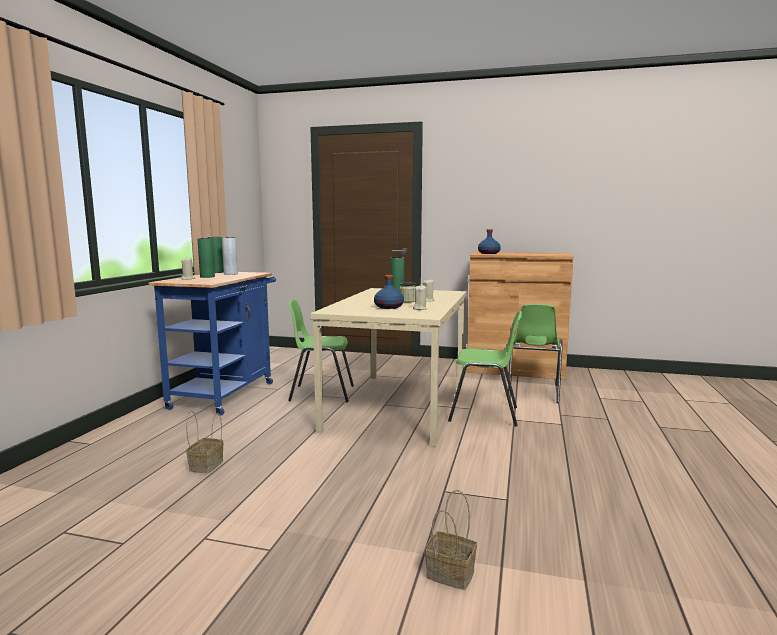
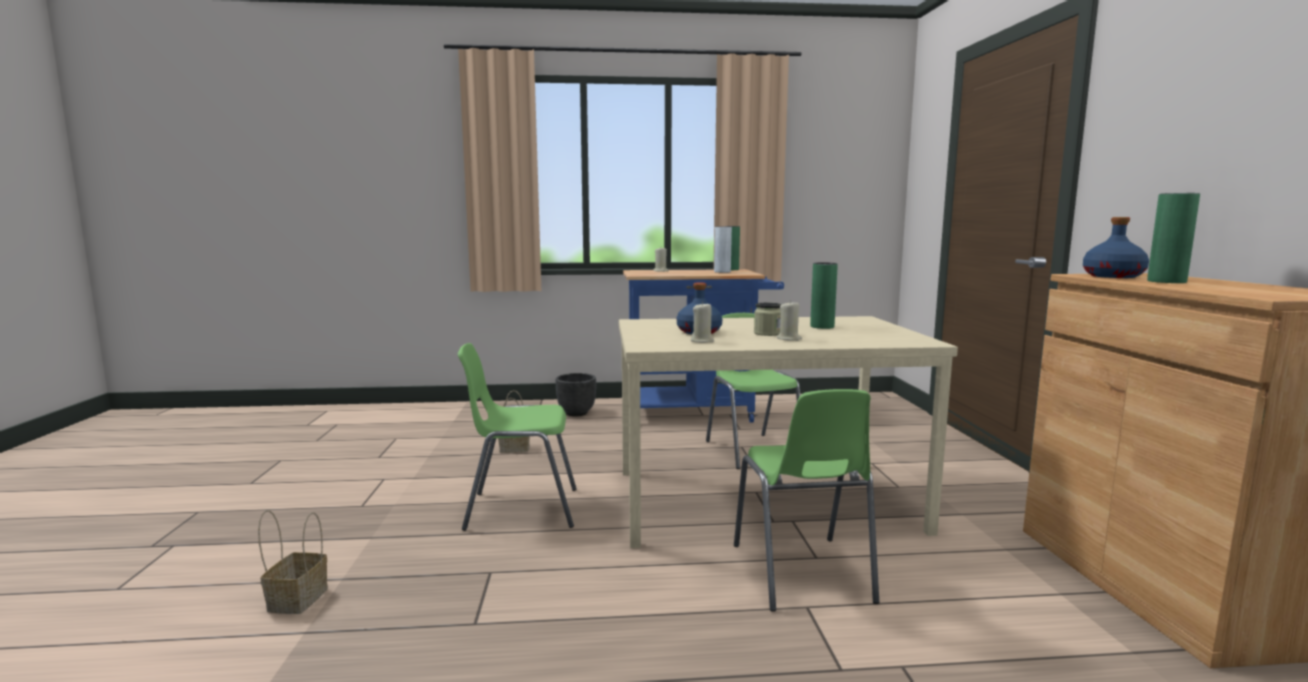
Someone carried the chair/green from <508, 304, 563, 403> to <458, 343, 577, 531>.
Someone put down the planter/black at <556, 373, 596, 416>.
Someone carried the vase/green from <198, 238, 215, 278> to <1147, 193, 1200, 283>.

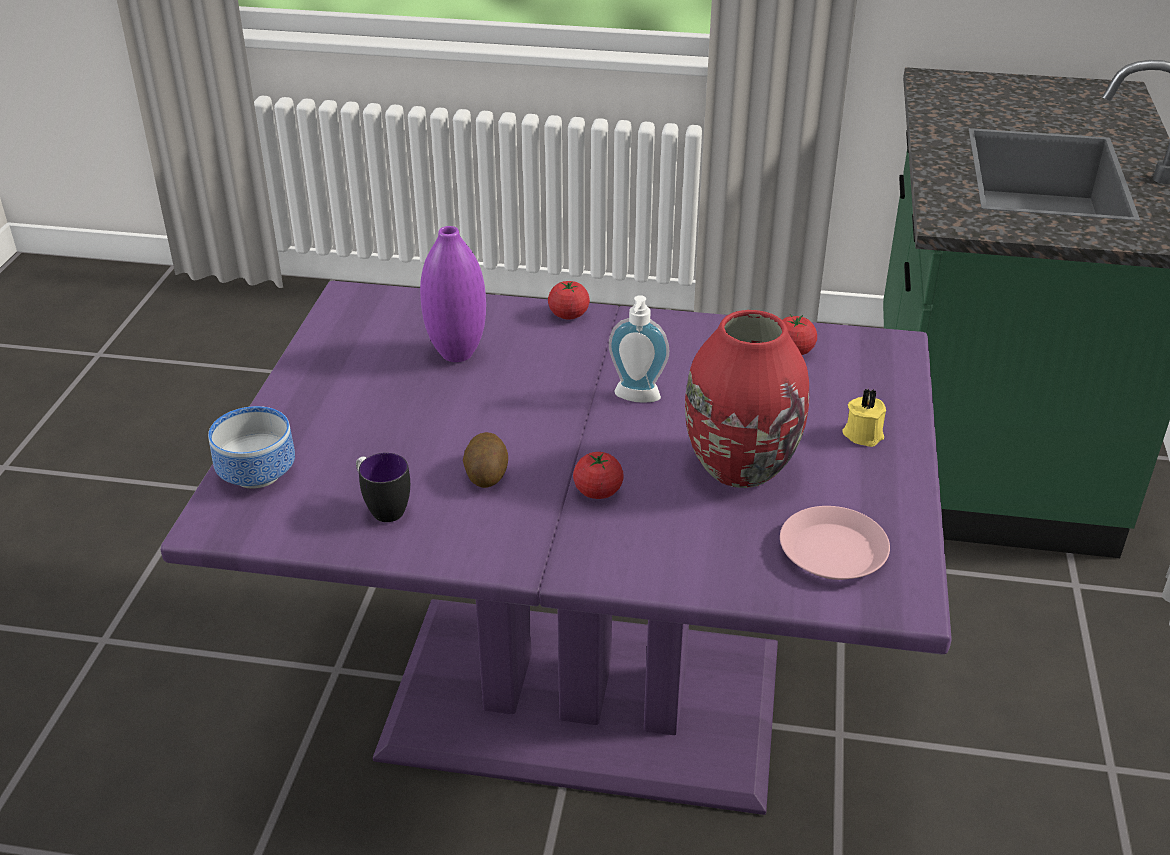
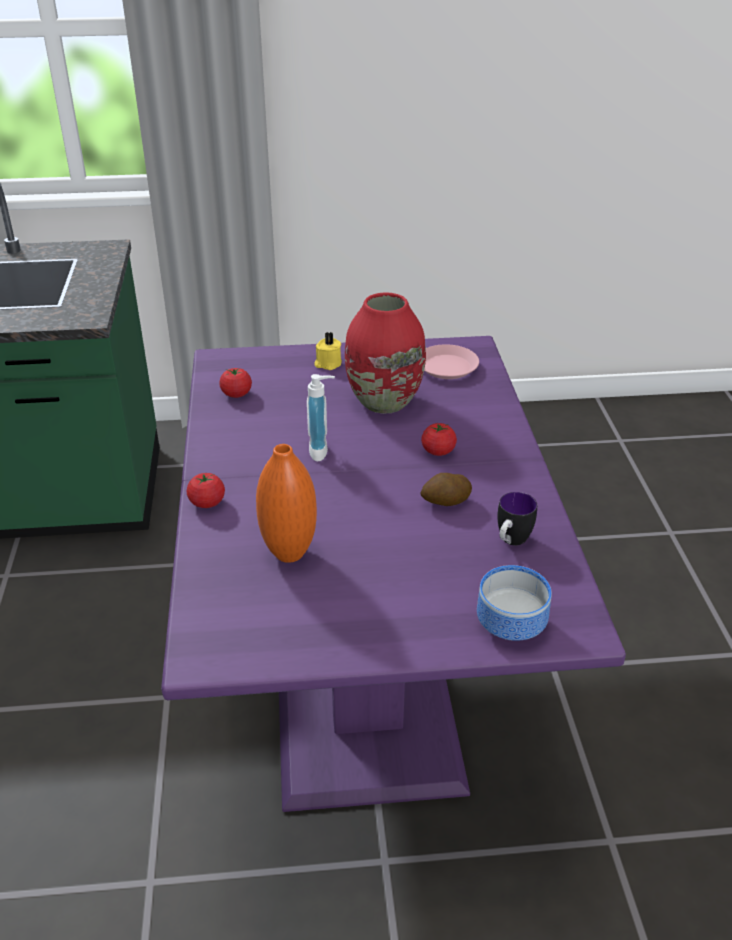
Someone repainted the vase/purple at <420, 226, 486, 362>, which became the vase/orange at <256, 444, 317, 563>.

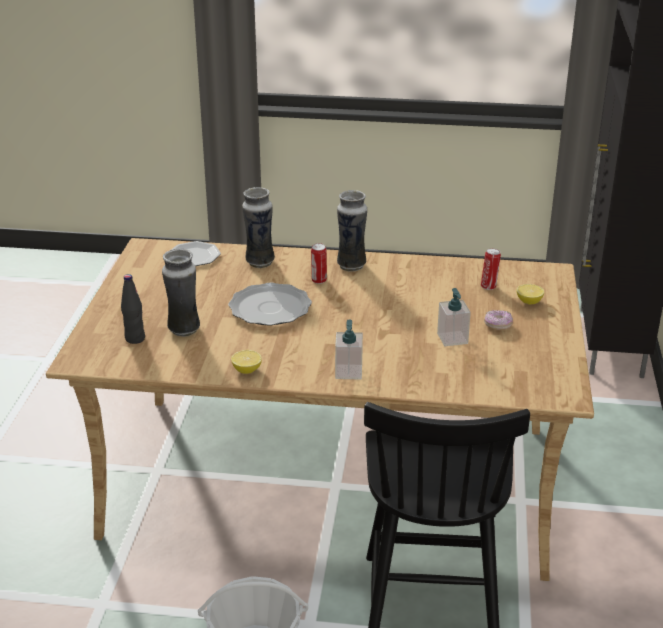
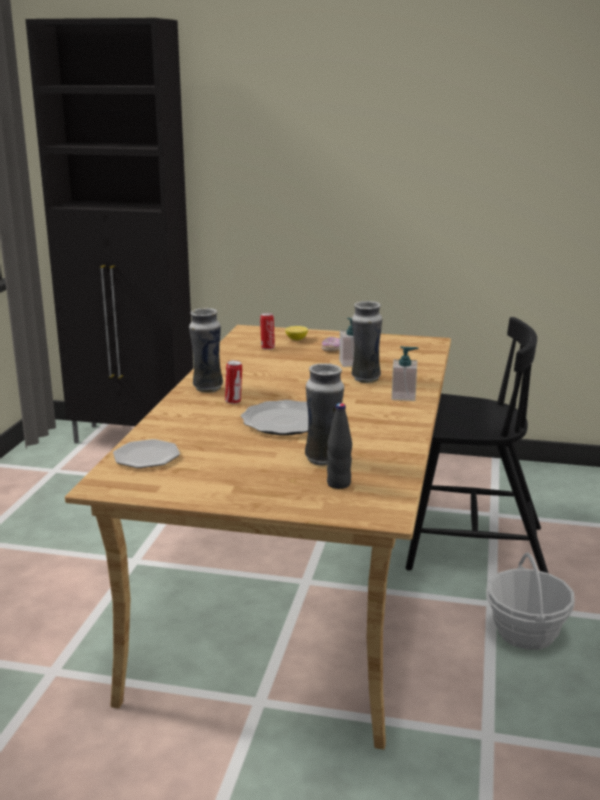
Someone carried the vase from <242, 187, 275, 268> to <352, 301, 382, 383>.
Someone took away the lemon at <231, 350, 262, 374>.

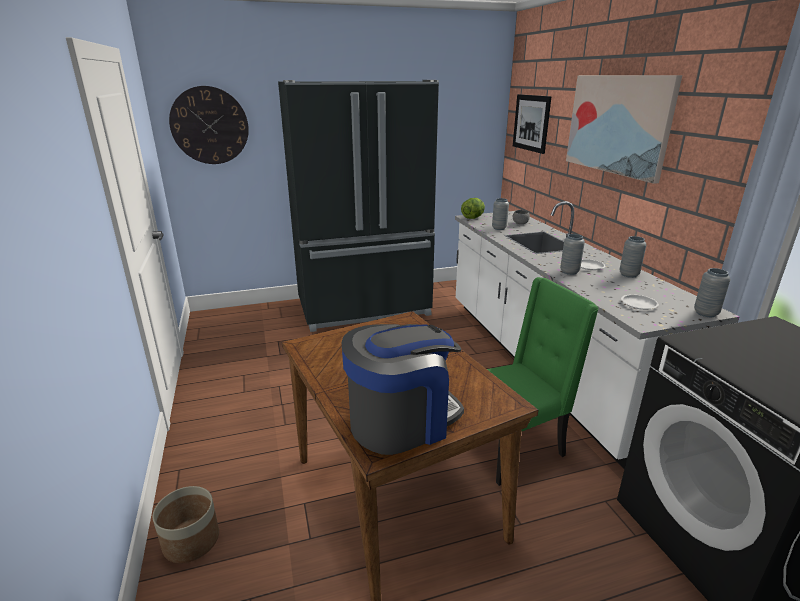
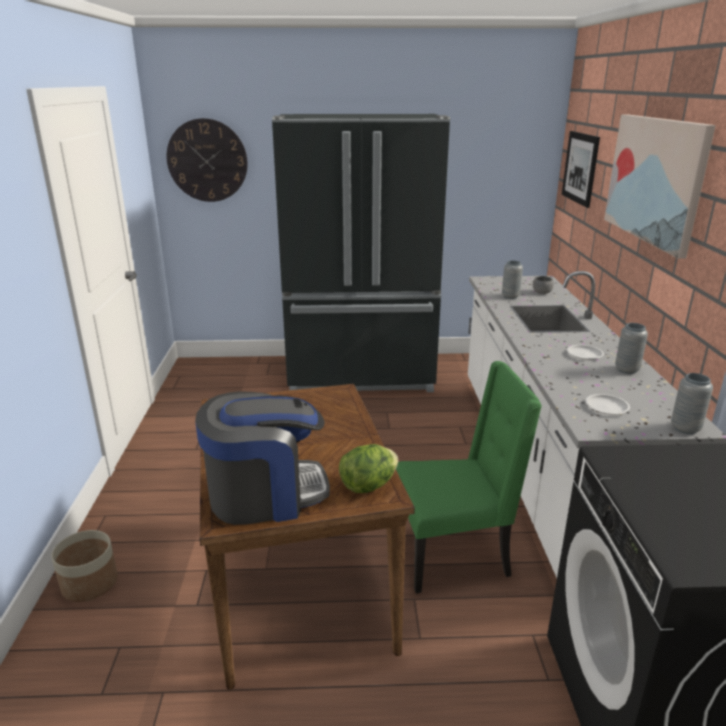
Someone carried the lettuce from <461, 198, 485, 219> to <339, 444, 398, 493>.
Someone took away the vase/grey at <560, 234, 585, 275>.

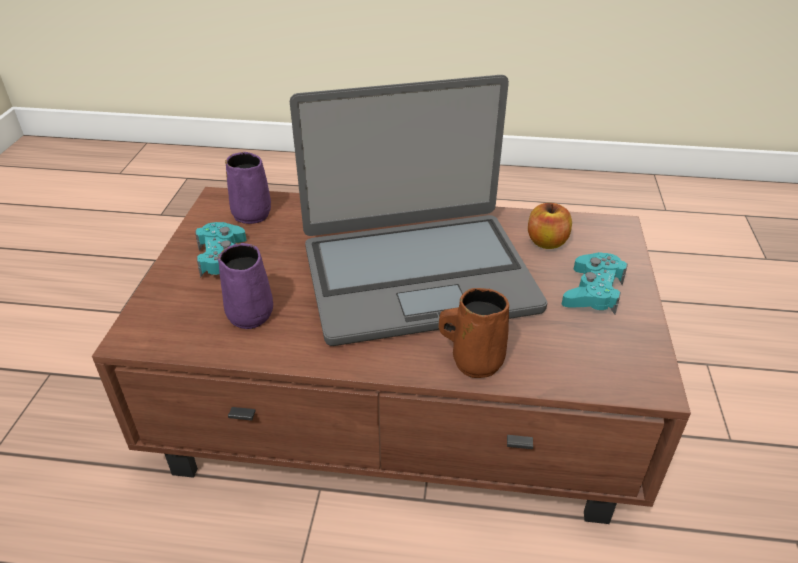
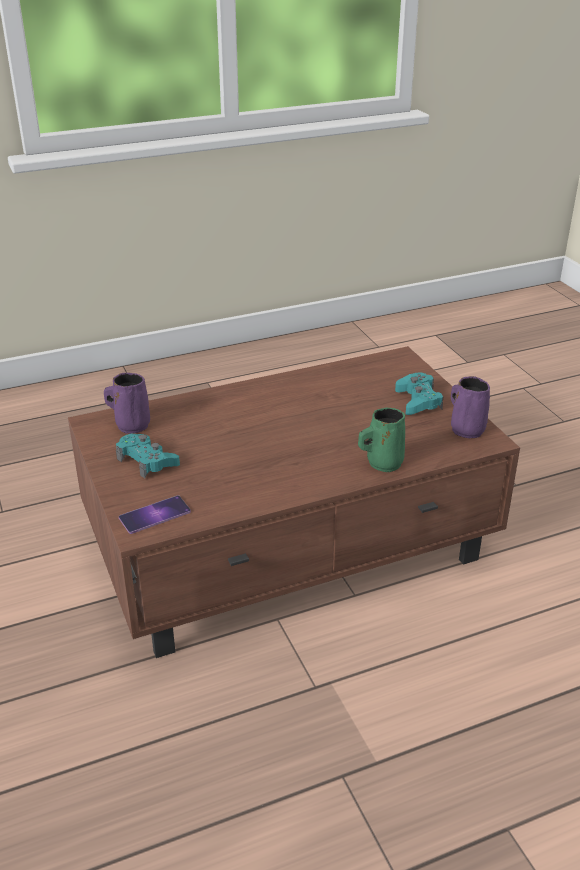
Someone put down the phone at <119, 495, 191, 534>.
Someone repainted the mug/brown at <439, 288, 509, 378>, which became the mug/green at <358, 408, 405, 472>.
Someone carried the mug/purple from <218, 243, 273, 329> to <451, 376, 490, 438>.
Someone took away the laptop at <290, 75, 547, 346>.
Someone took away the apple at <528, 203, 572, 249>.

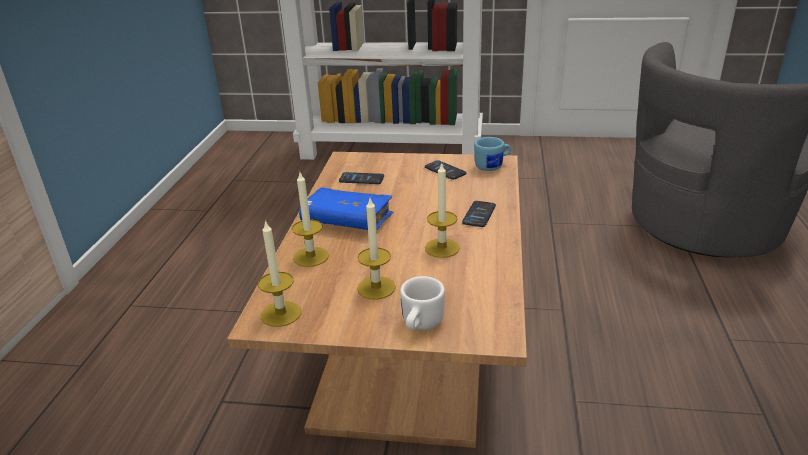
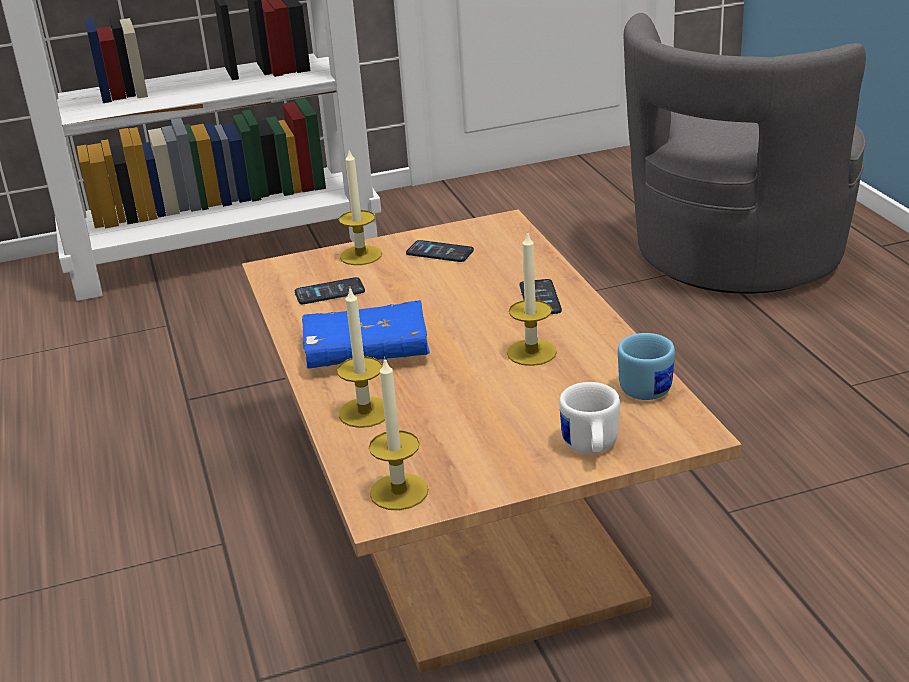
Someone carried the candle from <357, 198, 396, 300> to <339, 150, 382, 265>.
Someone carried the mug/blue from <474, 137, 511, 171> to <618, 333, 675, 400>.

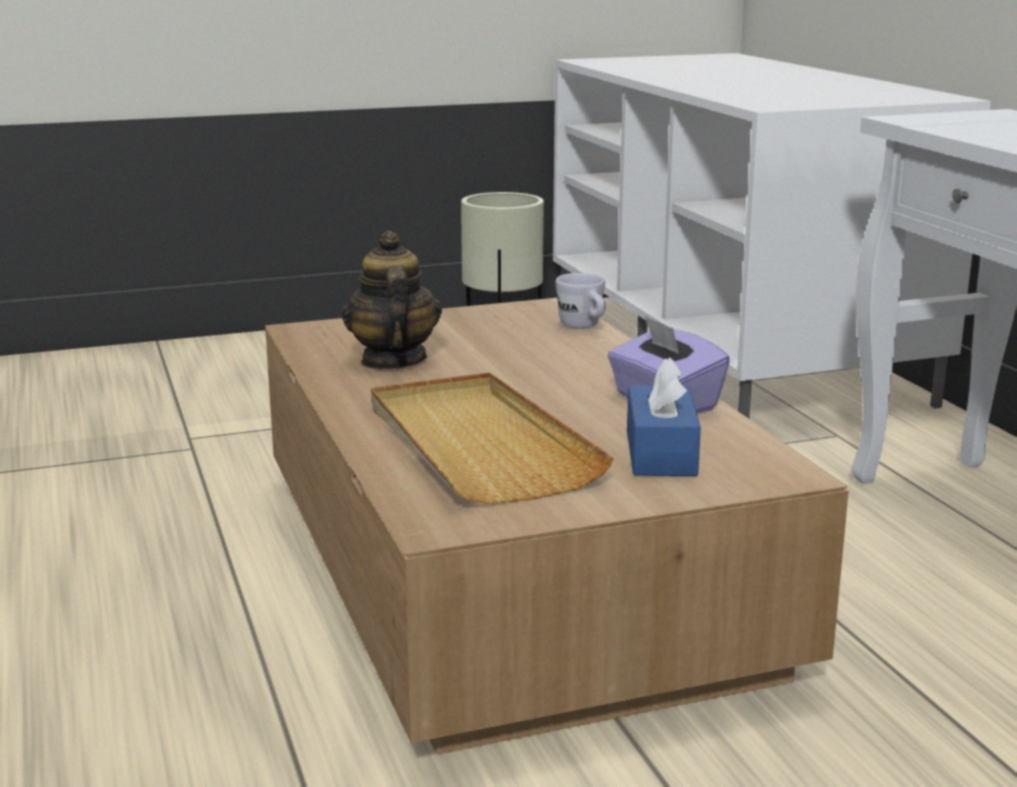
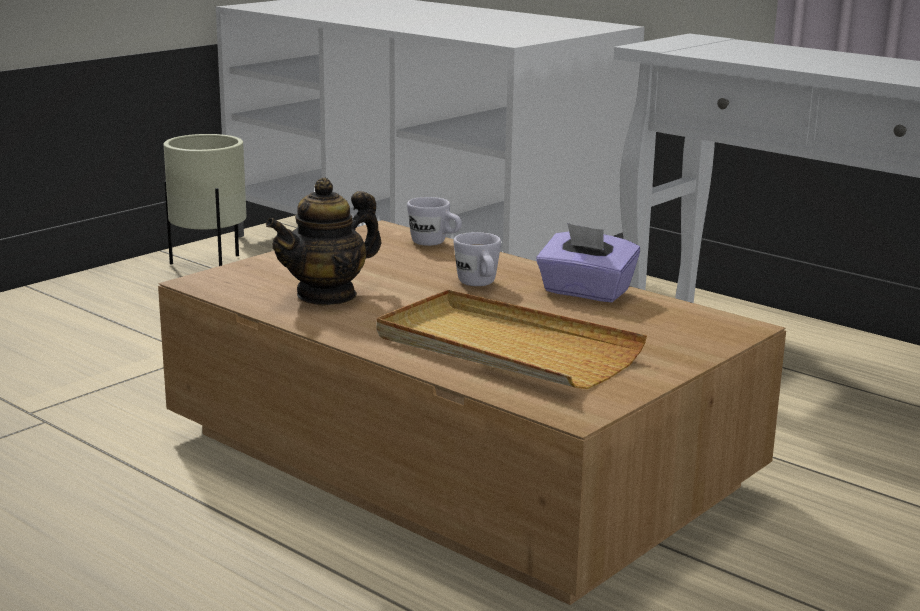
Someone rotated the teapot at <342, 231, 442, 370> by 90 degrees counterclockwise.
Someone put down the mug/white at <454, 232, 501, 286>.
Someone took away the tissue box/blue at <627, 357, 701, 476>.

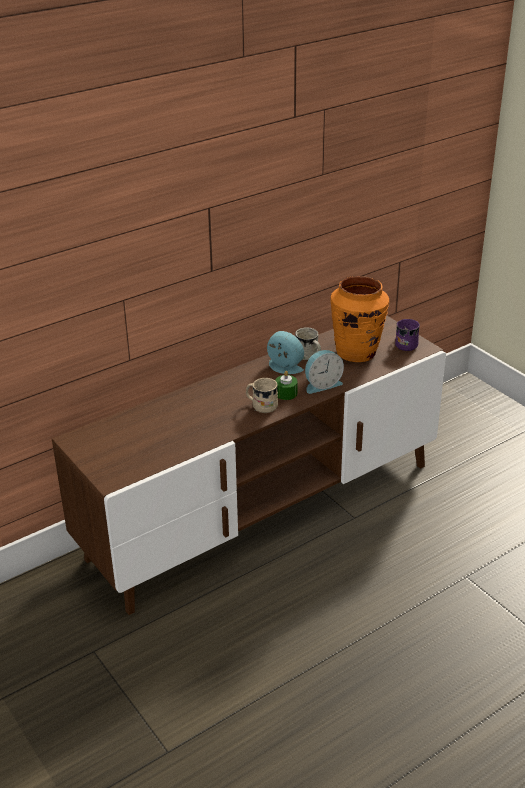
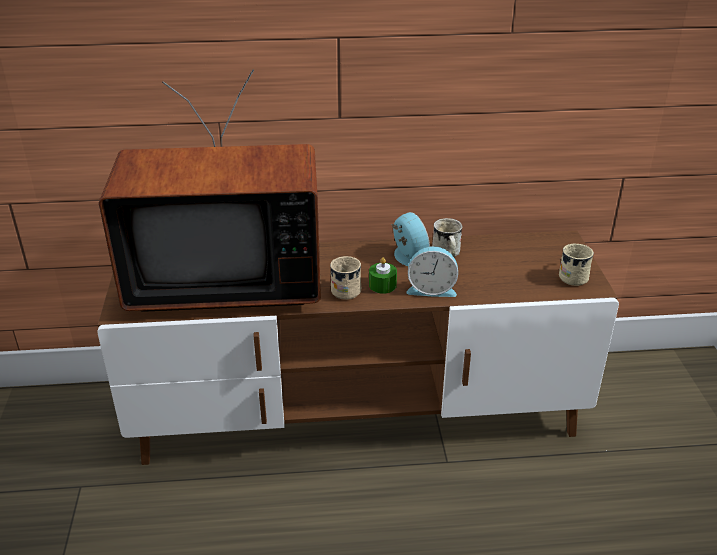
Someone put down the television at <99, 69, 321, 312>.
Someone repainted the mug/purple at <395, 319, 420, 351>, which became the mug/beige at <559, 244, 594, 286>.
Someone took away the vase/orange at <330, 276, 389, 362>.

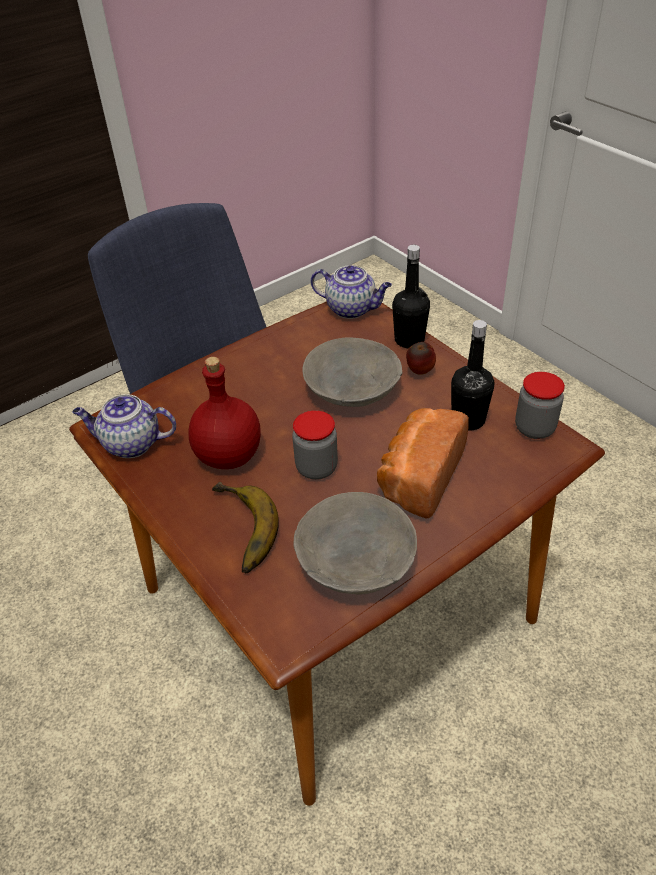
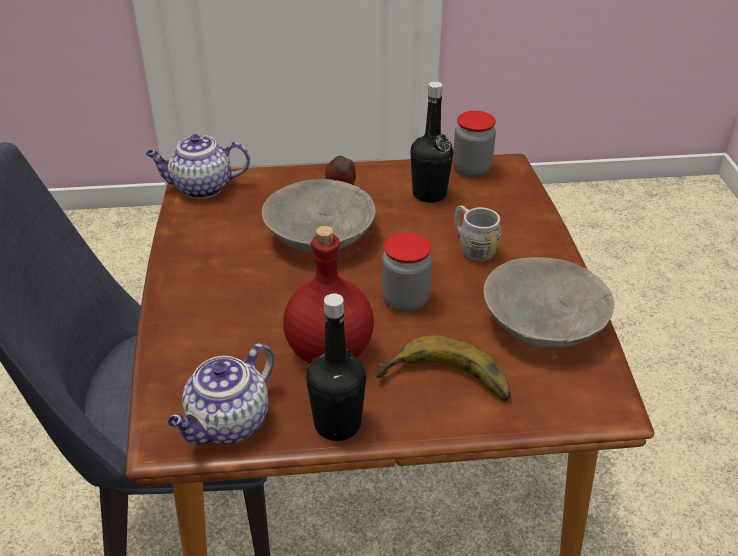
Someone rotated the teapot at <311, 265, 392, 319> by 150 degrees counterclockwise.
Someone carried the bottle/black from <392, 245, 430, 348> to <306, 293, 366, 441>.
Someone swapped the bread at <377, 408, 469, 519> for the mug/grey at <454, 205, 501, 262>.

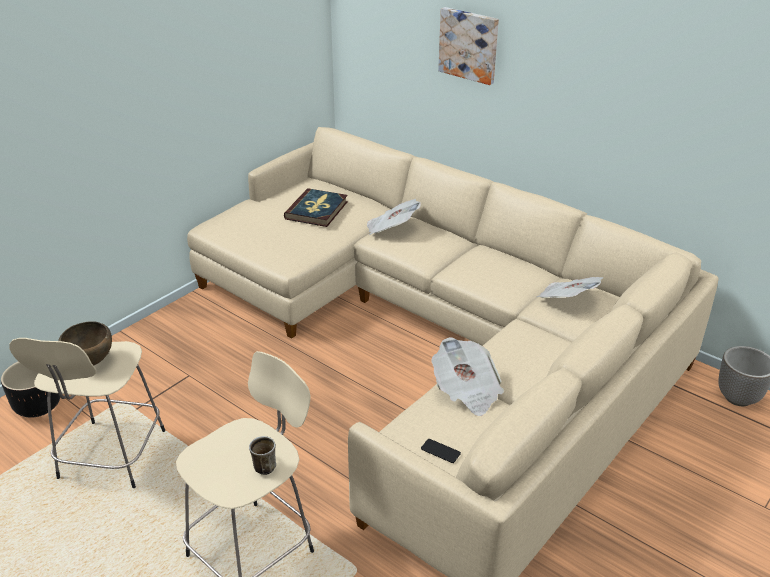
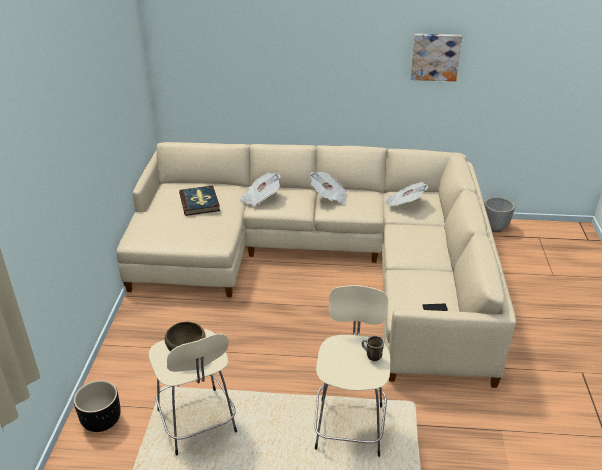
Someone carried the newspaper from <431, 337, 504, 416> to <310, 172, 347, 204>.
Someone carried the picture from <438, 7, 499, 85> to <410, 34, 462, 81>.

